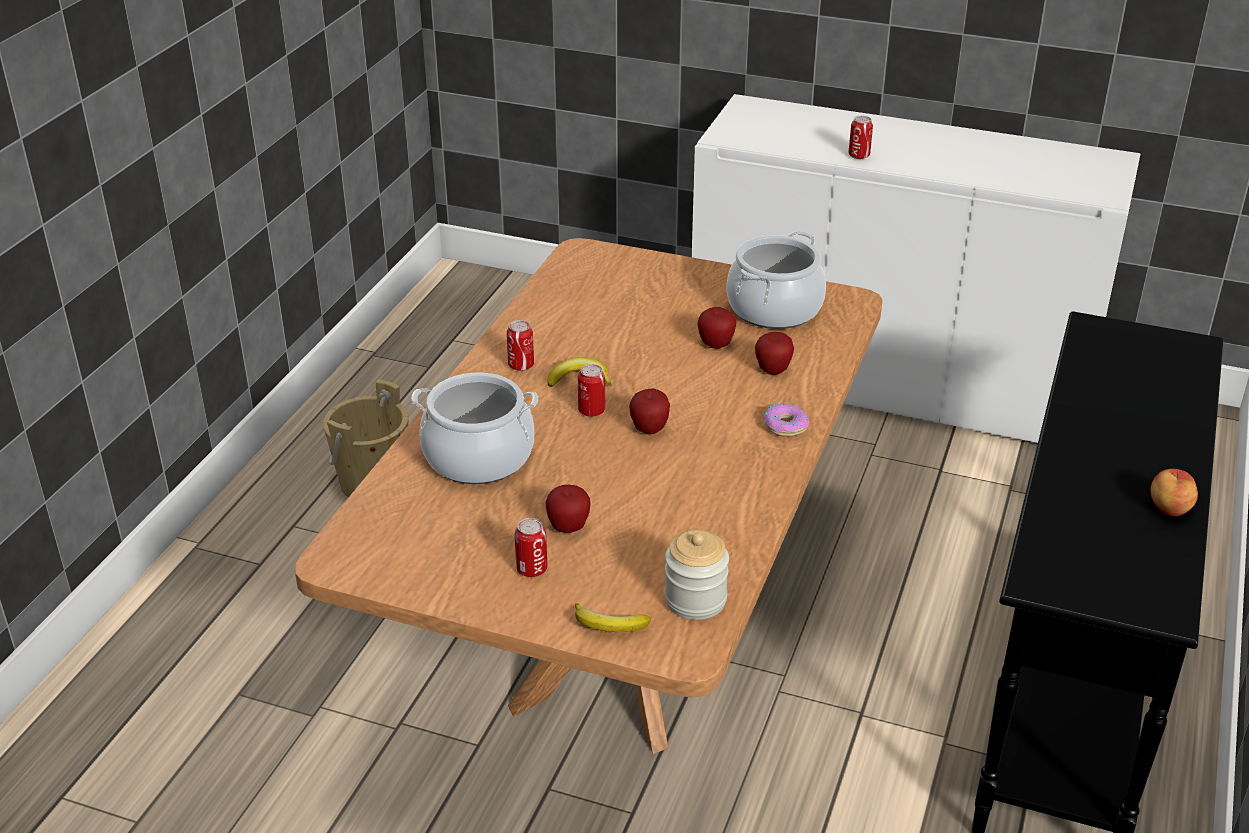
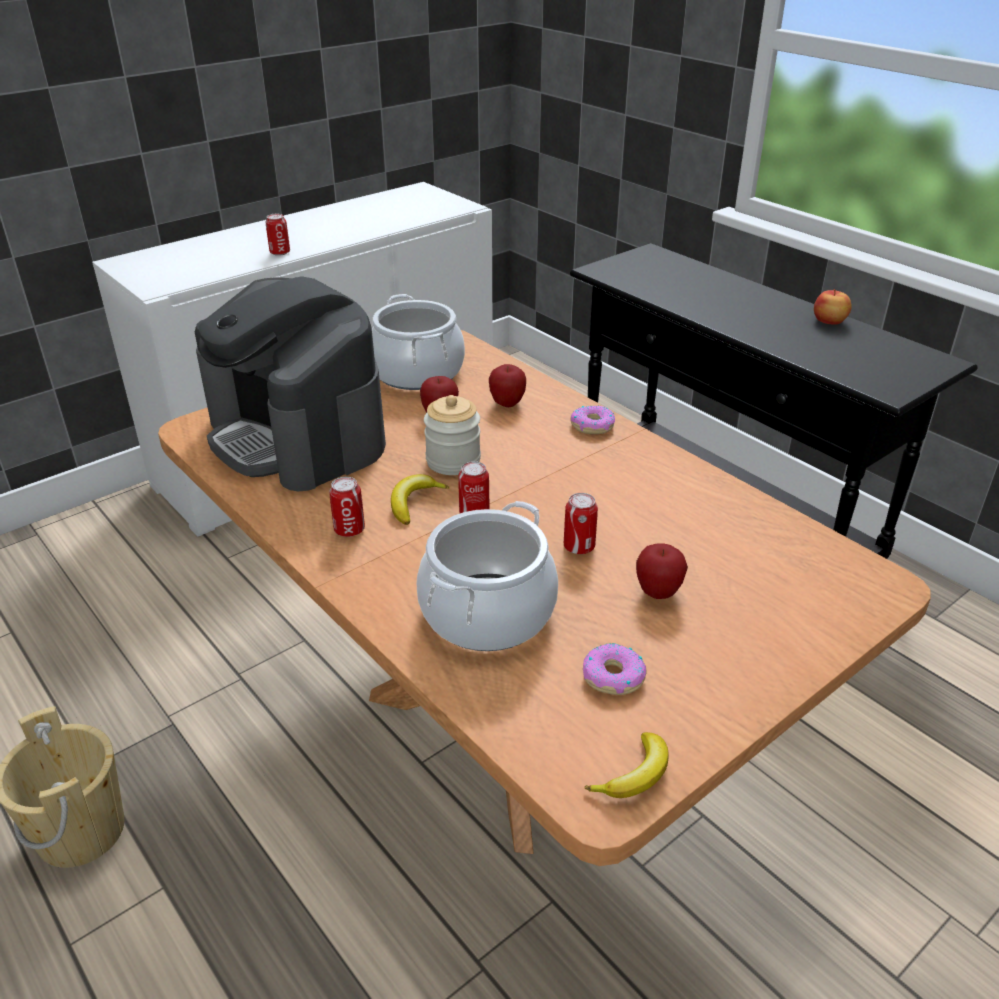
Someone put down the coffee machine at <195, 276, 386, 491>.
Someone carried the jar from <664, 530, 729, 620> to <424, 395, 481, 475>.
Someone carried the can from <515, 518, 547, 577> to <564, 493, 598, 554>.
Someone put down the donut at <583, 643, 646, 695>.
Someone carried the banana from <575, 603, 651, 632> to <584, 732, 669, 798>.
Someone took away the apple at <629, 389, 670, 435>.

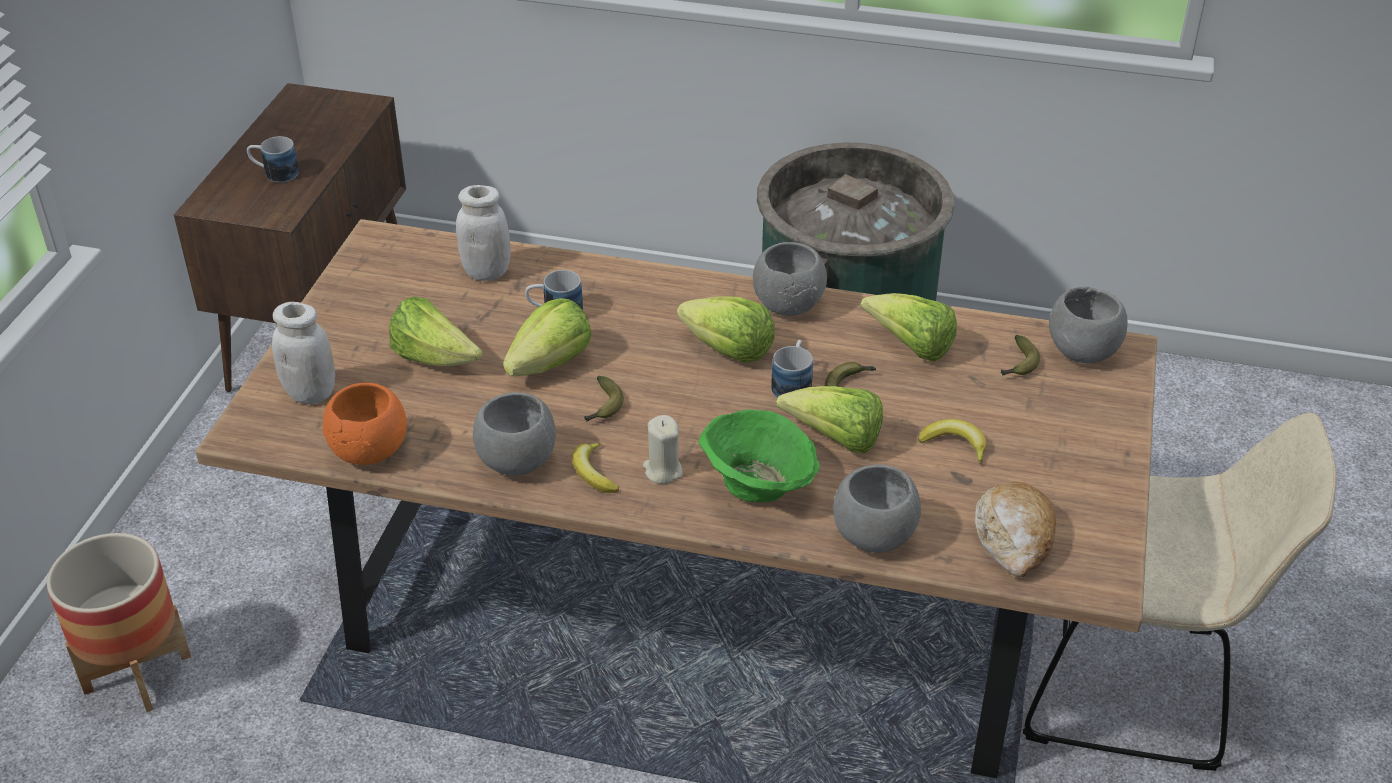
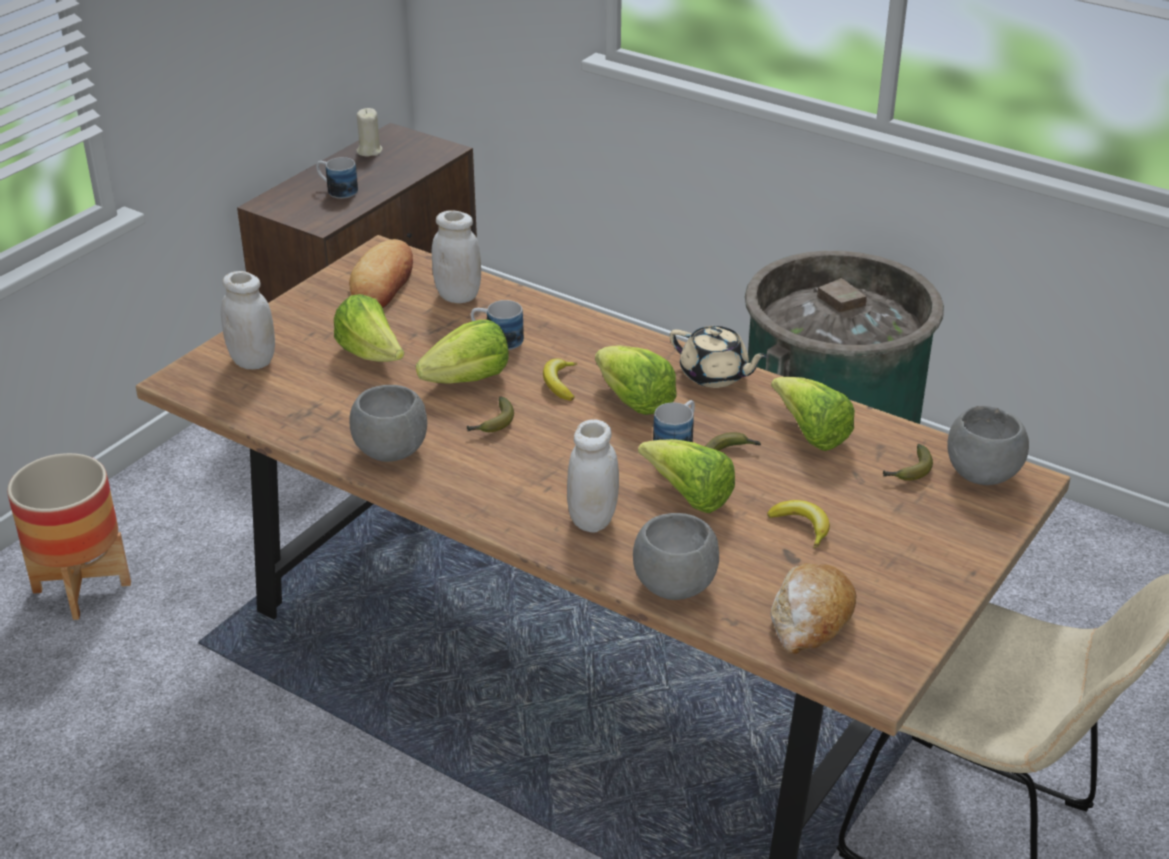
Someone put down the bread at <349, 239, 413, 308>.
Someone carried the candle/beige from <643, 415, 683, 484> to <356, 108, 382, 157>.
Someone carried the banana from <572, 442, 619, 493> to <543, 358, 578, 401>.
Someone swapped the bowl/green at <699, 409, 820, 502> for the jar/white at <567, 419, 619, 532>.
Someone swapped the bowl/grey at <753, 242, 827, 316> for the teapot/beige at <670, 326, 769, 388>.
Someone took away the bowl/orange at <323, 383, 407, 465>.

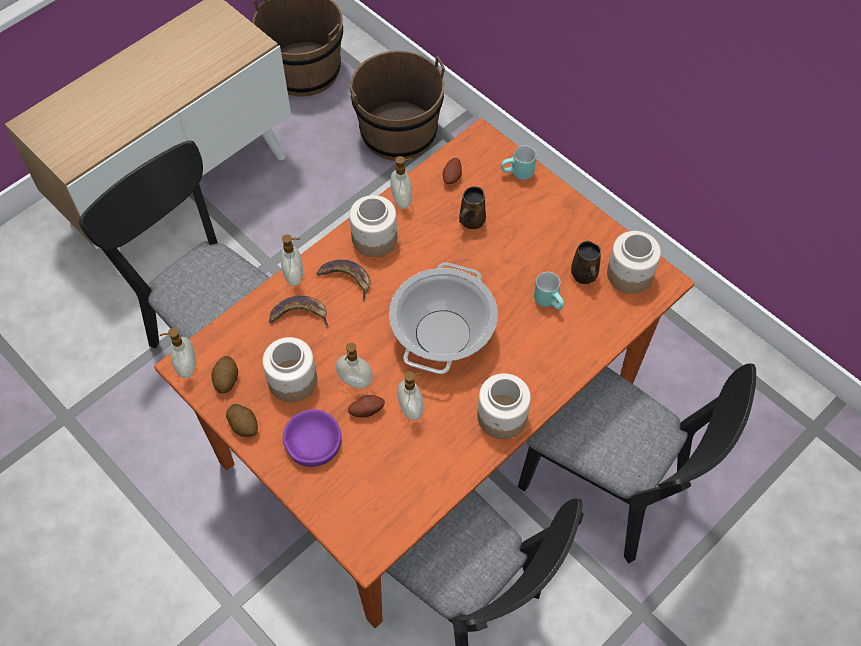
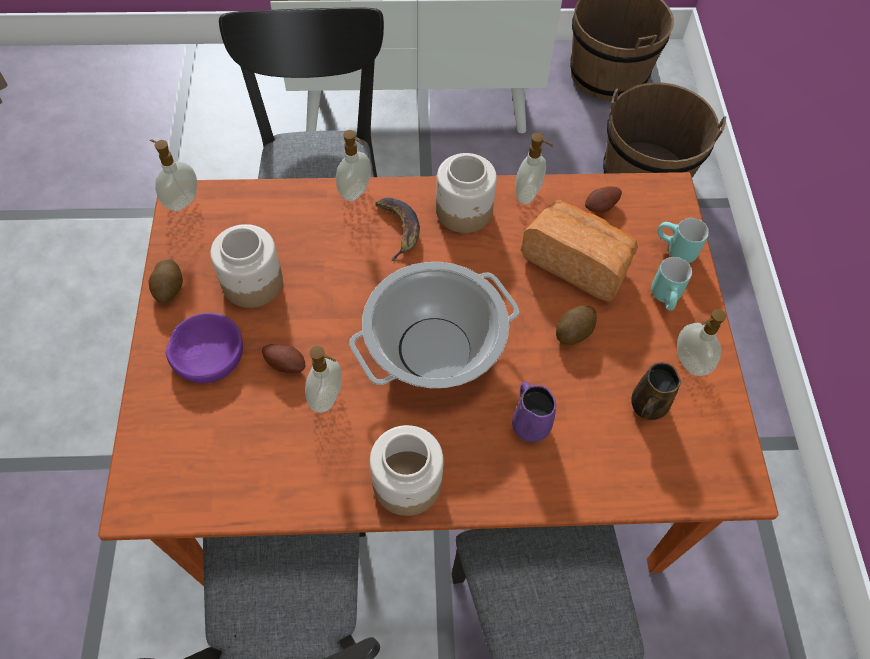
Someone put down the mug/purple at <512, 381, 556, 442>.
Someone swapped the mug/brown at <459, 186, 486, 229> for the bread at <521, 200, 638, 302>.
Someone carried the potato from <211, 356, 238, 394> to <556, 306, 597, 345>.
Someone carried the mug/turquoise from <534, 272, 564, 310> to <651, 257, 692, 310>.
Someone carried the soap dispenser from <336, 342, 373, 389> to <677, 309, 726, 376>.
Someone took away the banana at <269, 296, 329, 329>.
Someone took away the jar at <607, 231, 661, 294>.

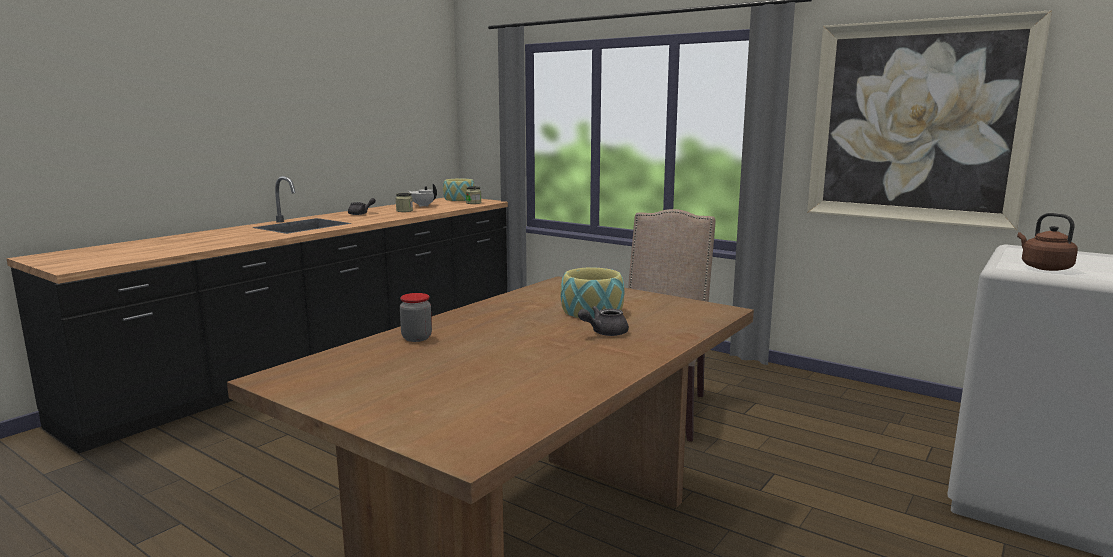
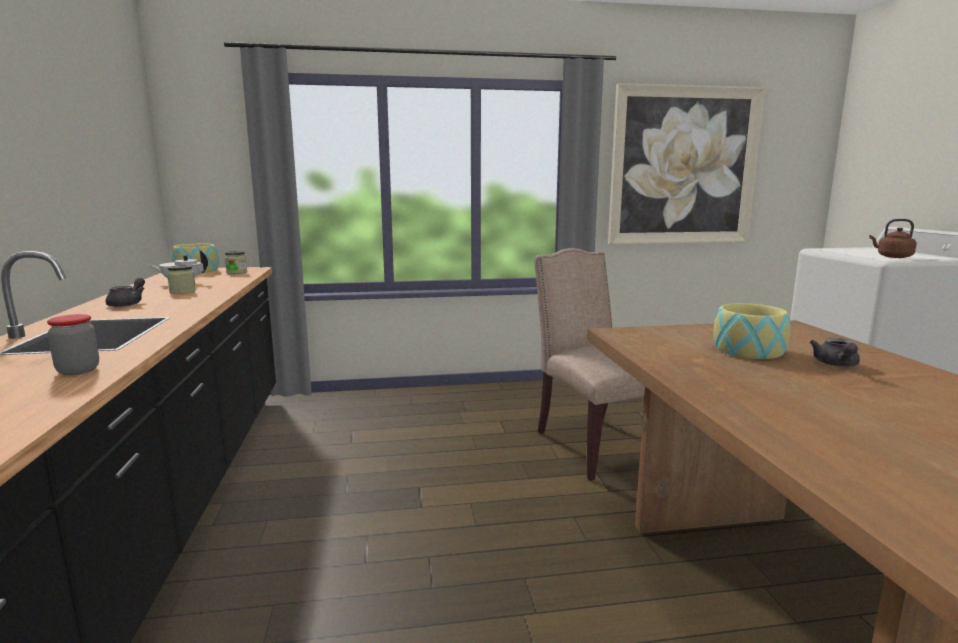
Someone carried the jar from <400, 293, 432, 342> to <47, 314, 99, 375>.

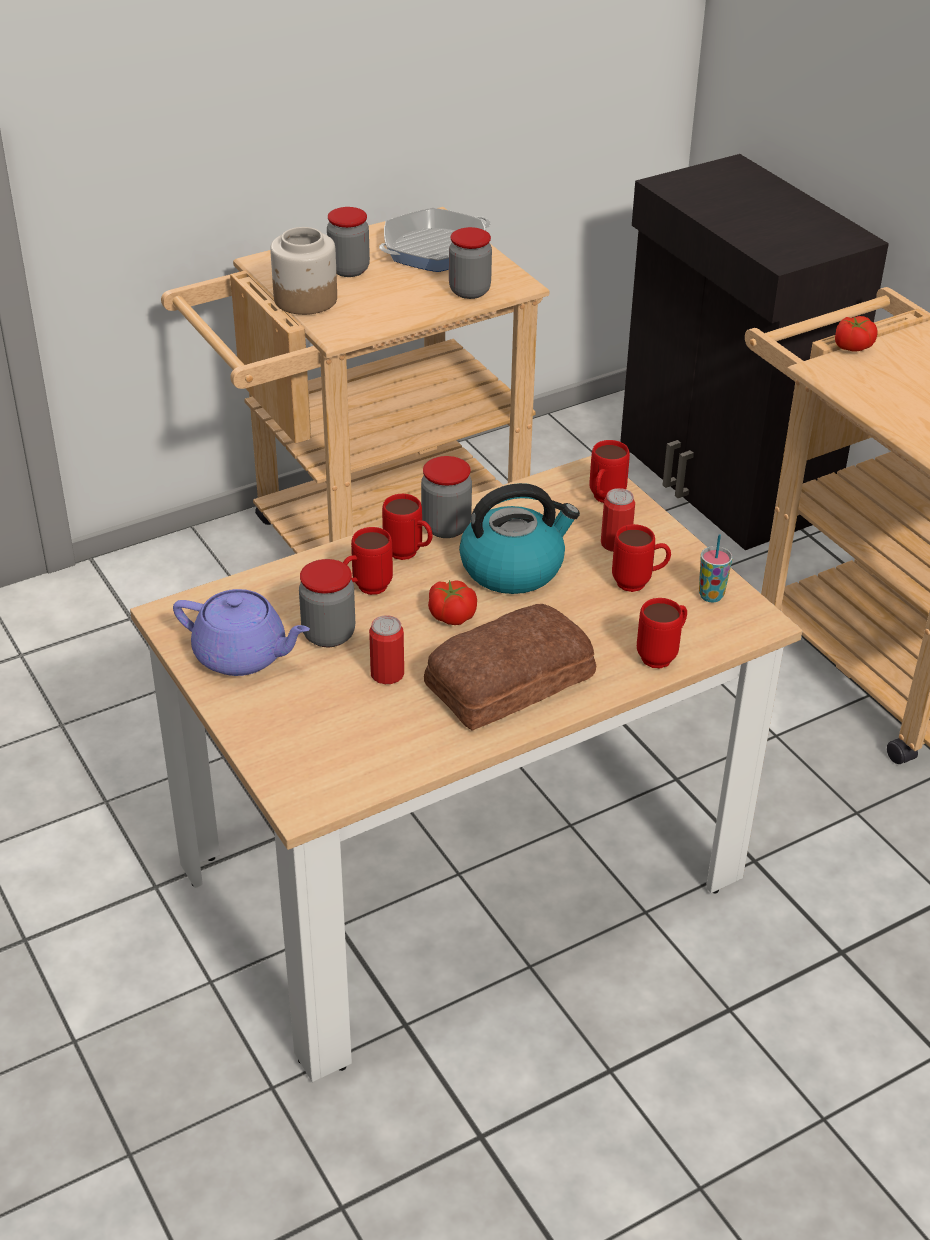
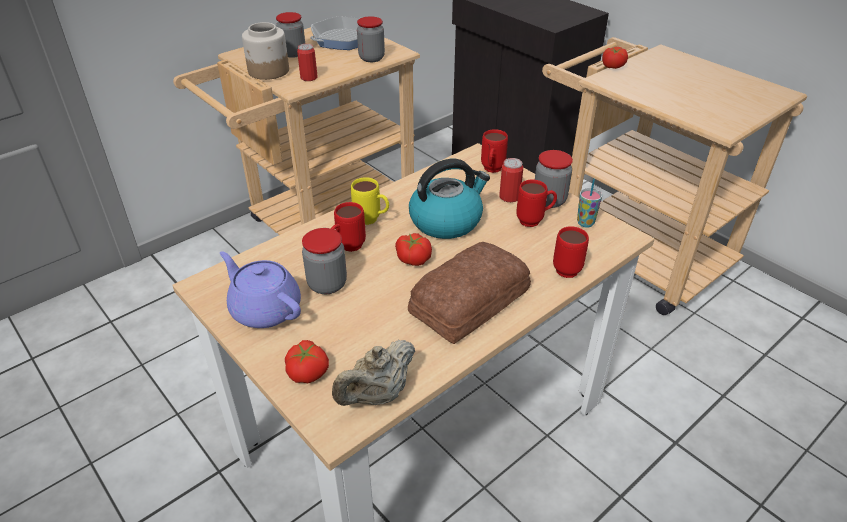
Someone rotated the teapot/purple at <173, 589, 310, 676> by 150 degrees counterclockwise.
Someone put down the tomato at <285, 340, 329, 383>.
Someone carried the can from <369, 615, 404, 684> to <297, 44, 318, 81>.
Someone put down the teapot/beige at <332, 340, 415, 406>.
Someone repainted the mug/red at <382, 494, 433, 560>, which became the mug/yellow at <351, 177, 389, 225>.
Someone carried the jar from <421, 456, 472, 538> to <535, 150, 573, 208>.

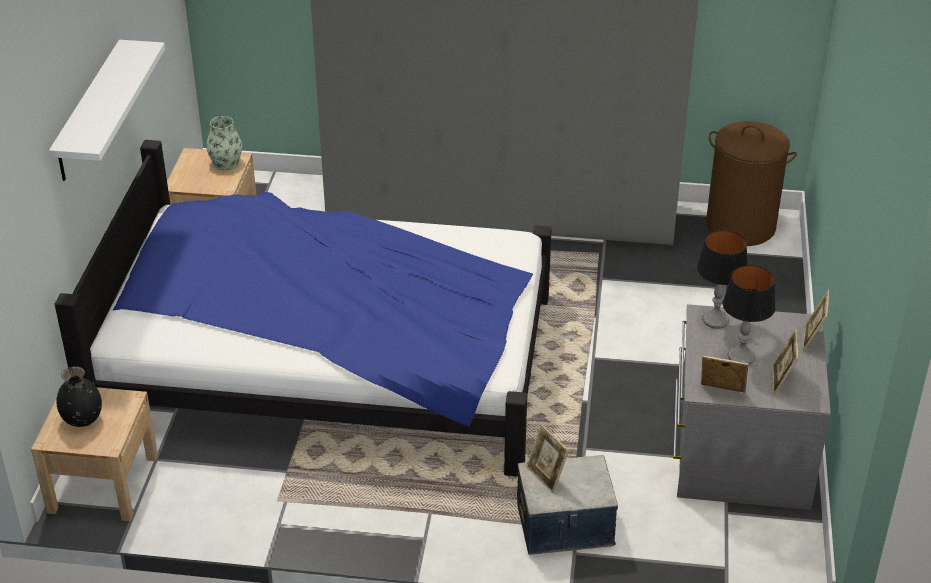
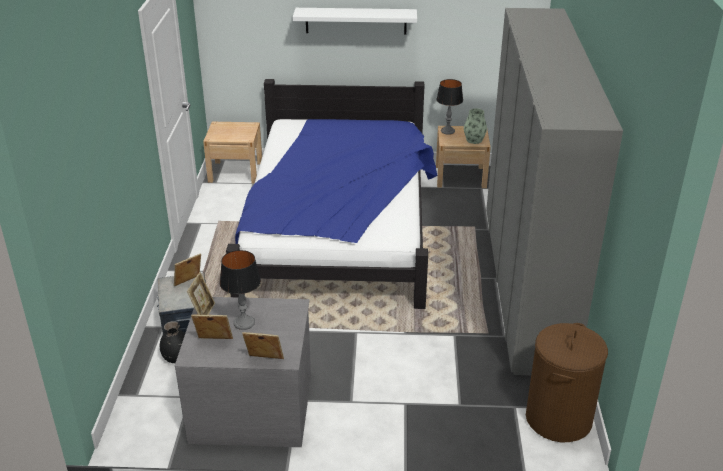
Someone carried the vase/black from <57, 366, 102, 427> to <160, 321, 185, 363>.
Someone carried the table lamp from <697, 230, 748, 329> to <436, 79, 463, 135>.

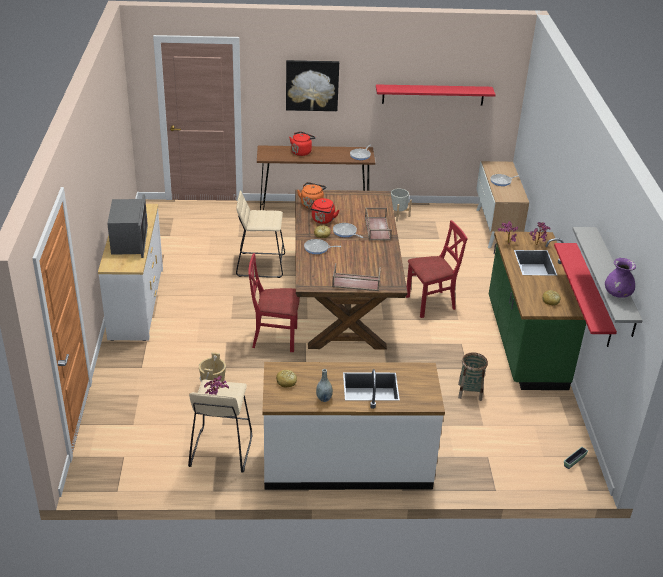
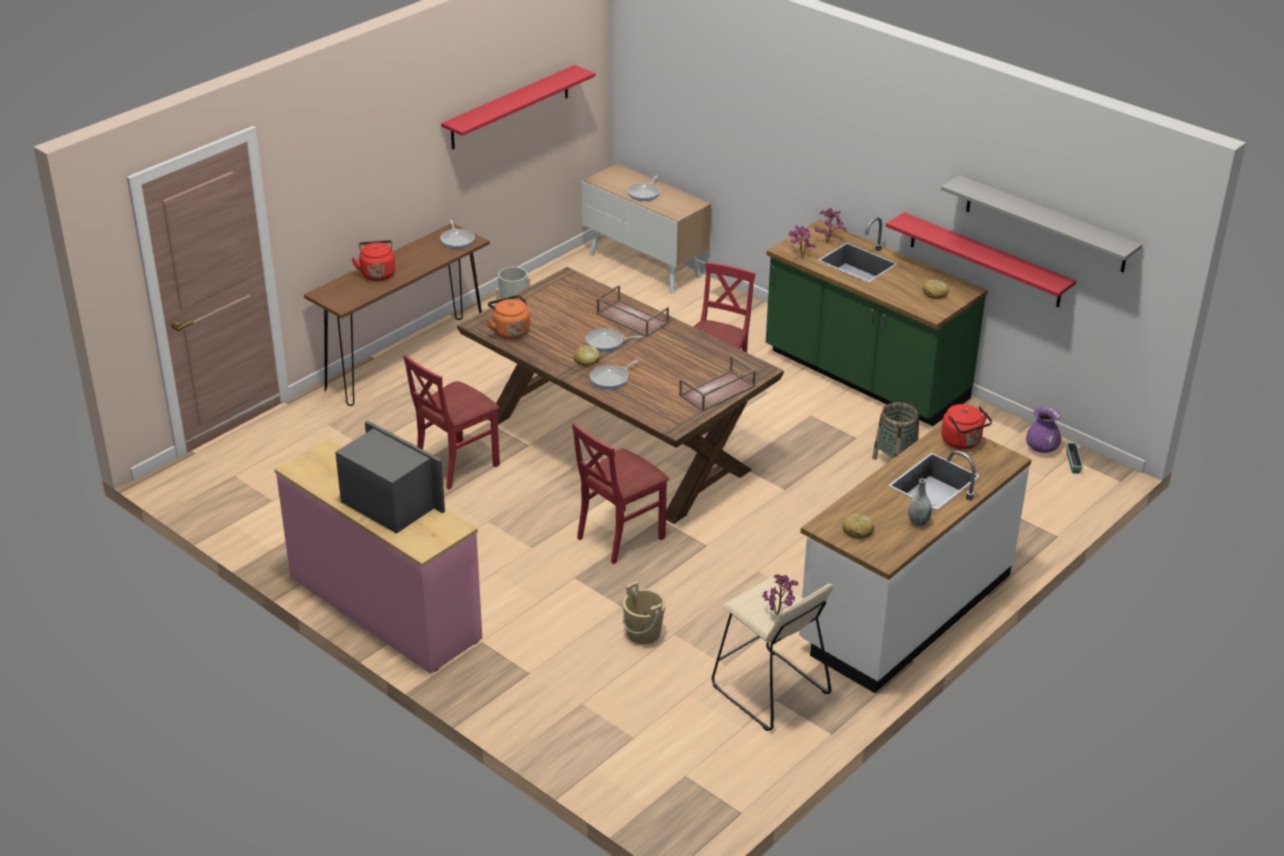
Someone repainted the dresser/white at <98, 204, 163, 341>, which became the dresser/pink at <274, 438, 482, 674>.
Someone swapped the stool/beige at <236, 191, 285, 278> for the chair/red at <403, 354, 500, 490>.
Someone carried the kettle/red from <309, 198, 339, 224> to <941, 404, 992, 450>.
Someone carried the vase/purple from <605, 258, 636, 298> to <1026, 407, 1061, 453>.
Someone took away the picture at <286, 60, 339, 111>.

